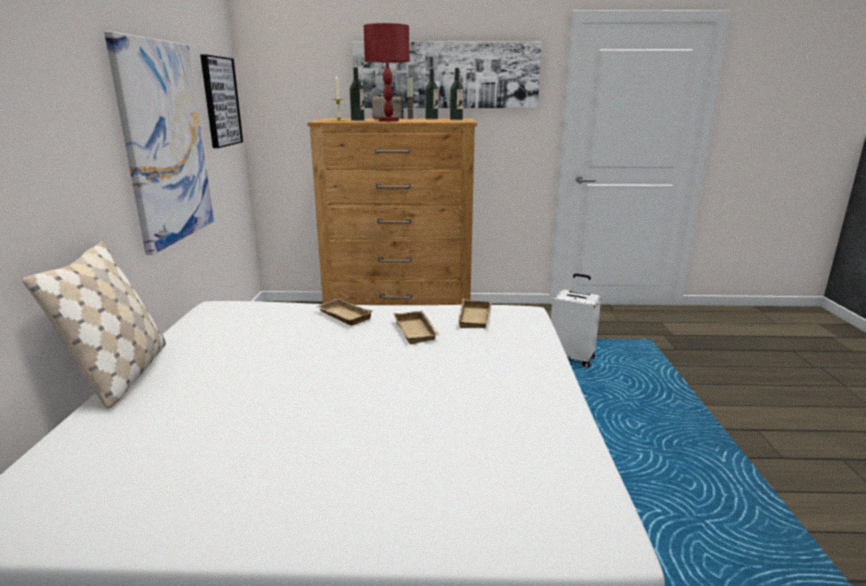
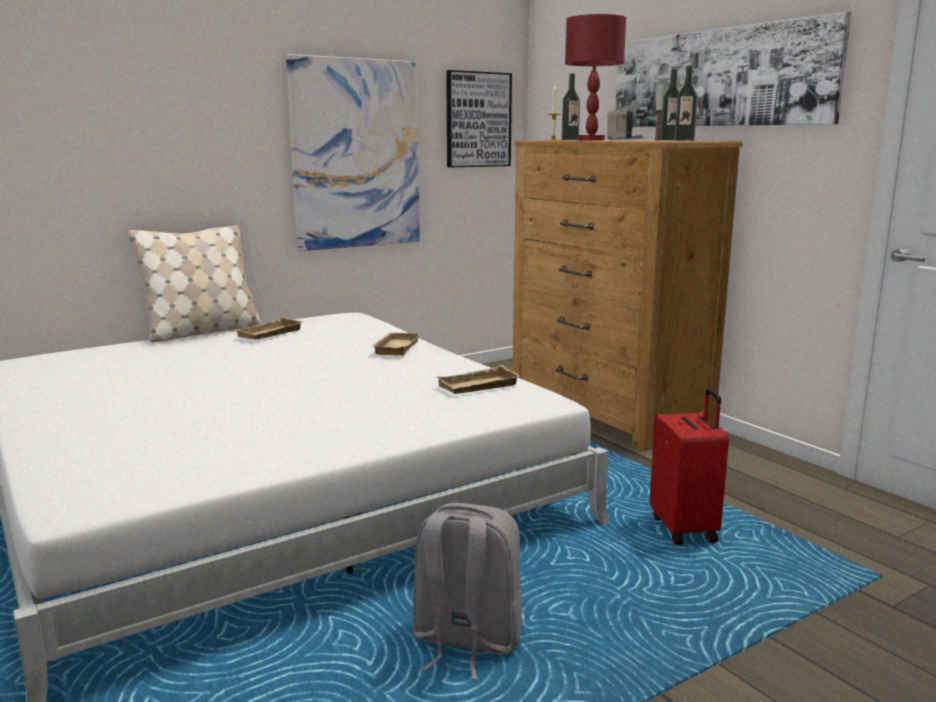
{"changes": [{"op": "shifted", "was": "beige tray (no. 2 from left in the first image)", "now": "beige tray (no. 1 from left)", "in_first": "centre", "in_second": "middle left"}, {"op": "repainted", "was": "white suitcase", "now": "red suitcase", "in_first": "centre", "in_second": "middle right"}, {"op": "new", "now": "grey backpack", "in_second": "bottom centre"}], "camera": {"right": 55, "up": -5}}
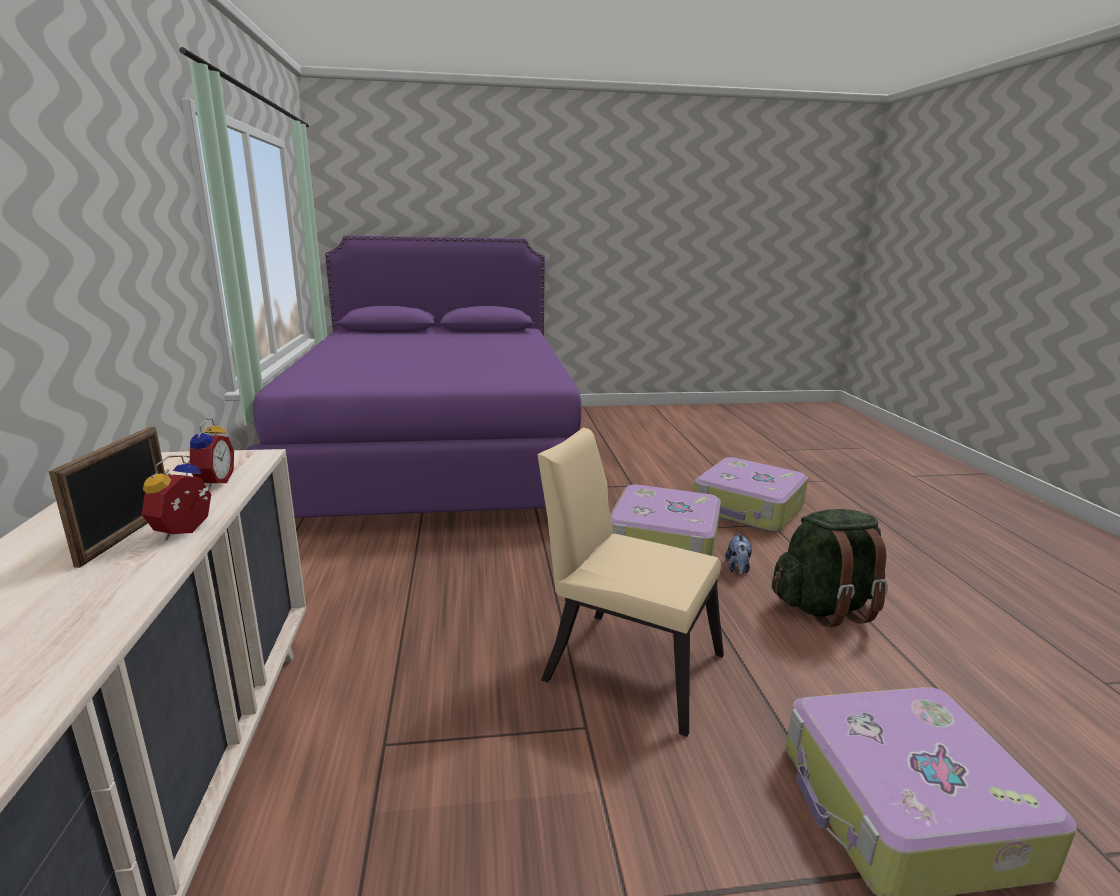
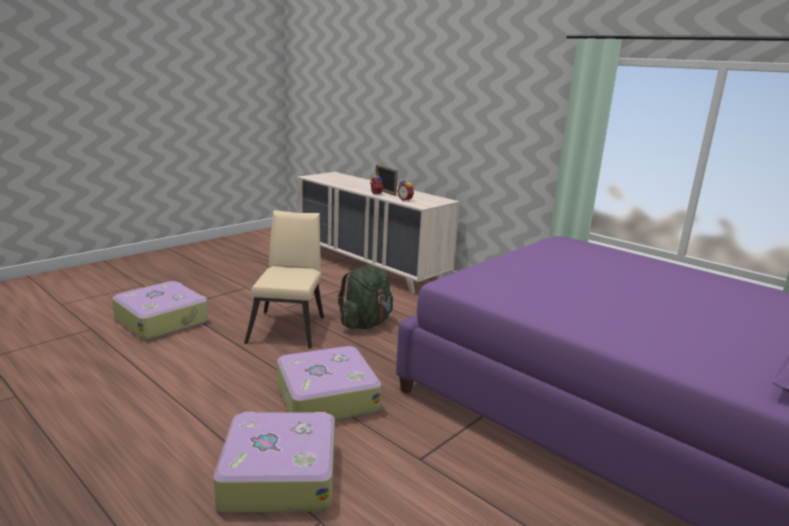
{"changes": [{"op": "rotated", "was": "beige chair", "in_first": "centre", "in_second": "centre", "clockwise": -75}, {"op": "gone", "was": "plush toy", "in_first": "centre"}, {"op": "shifted", "was": "green backpack", "in_first": "middle right", "in_second": "centre"}], "camera": {"right": 140, "up": 0}}
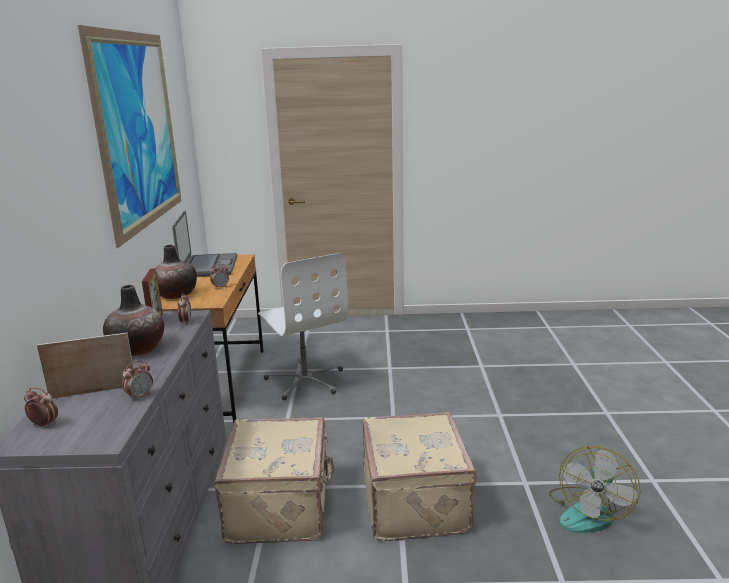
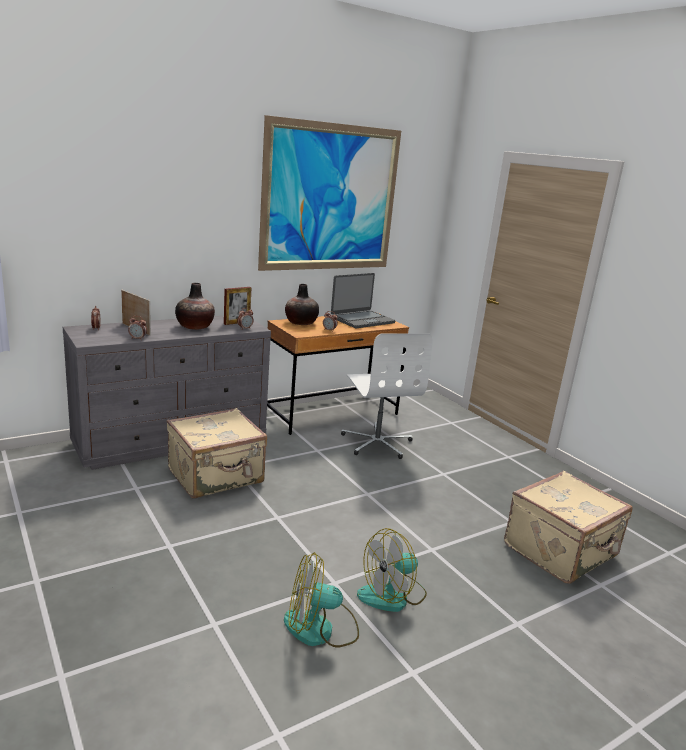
{"changes": [{"op": "rotated", "was": "white office chair", "in_first": "centre", "in_second": "centre", "clockwise": -45}, {"op": "shifted", "was": "beige suitcase (no. 2 from left)", "in_first": "bottom centre", "in_second": "bottom right"}, {"op": "new", "now": "fan (no. 2 from left)", "in_second": "bottom centre"}], "camera": {"right": 55, "up": 0}}
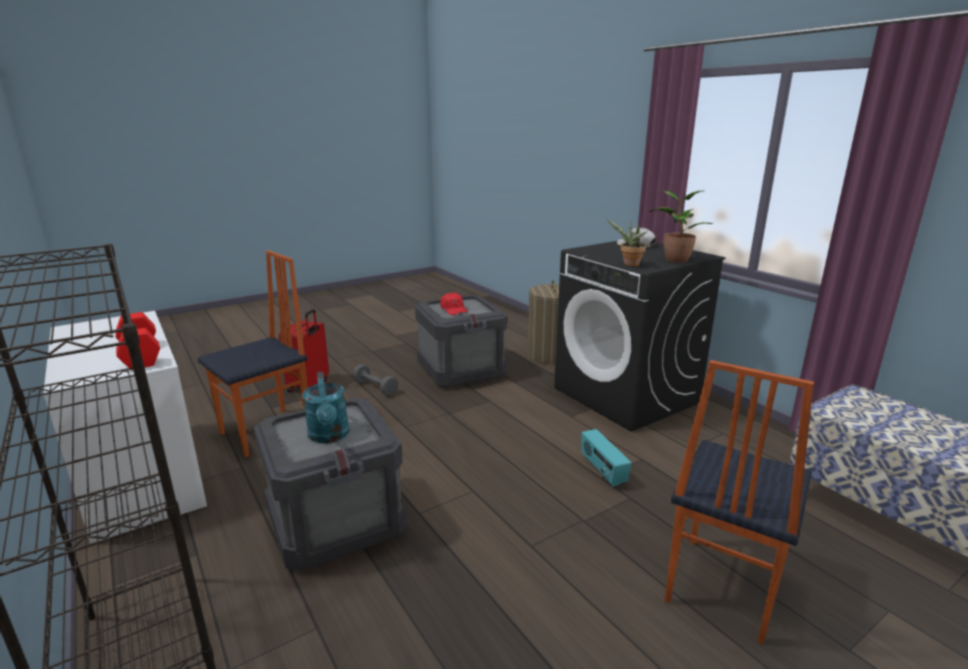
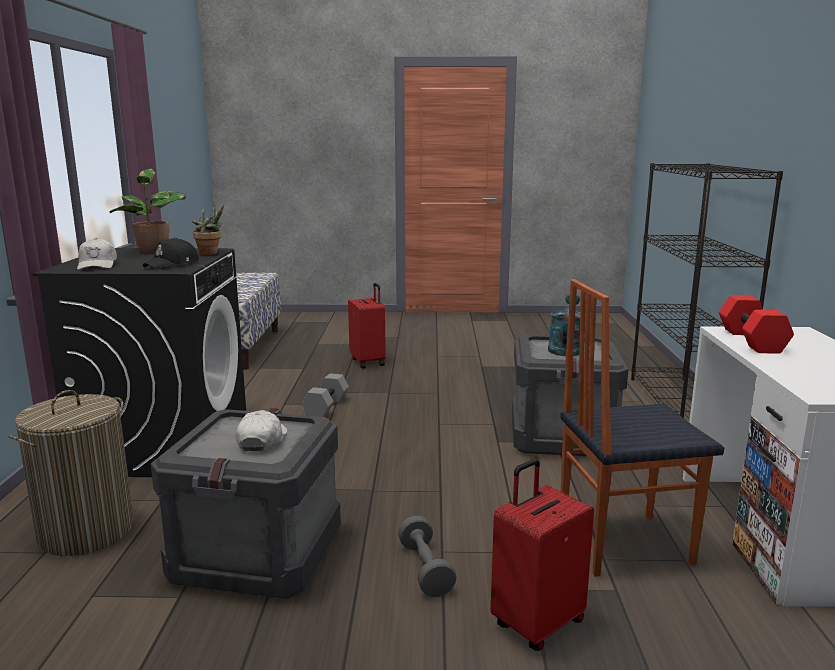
{"changes": [{"op": "repainted", "was": "red cap", "now": "white cap (no. 2 from left)", "in_first": "centre", "in_second": "middle left"}, {"op": "swapped", "was": "radio", "now": "grey dumbbell (no. 1 from left)", "in_first": "bottom centre", "in_second": "centre"}, {"op": "swapped", "was": "chair (no. 2 from left)", "now": "red suitcase (no. 1 from left)", "in_first": "bottom right", "in_second": "centre"}, {"op": "new", "now": "black cap", "in_second": "middle left"}], "camera": {"right": -145, "up": -5}}
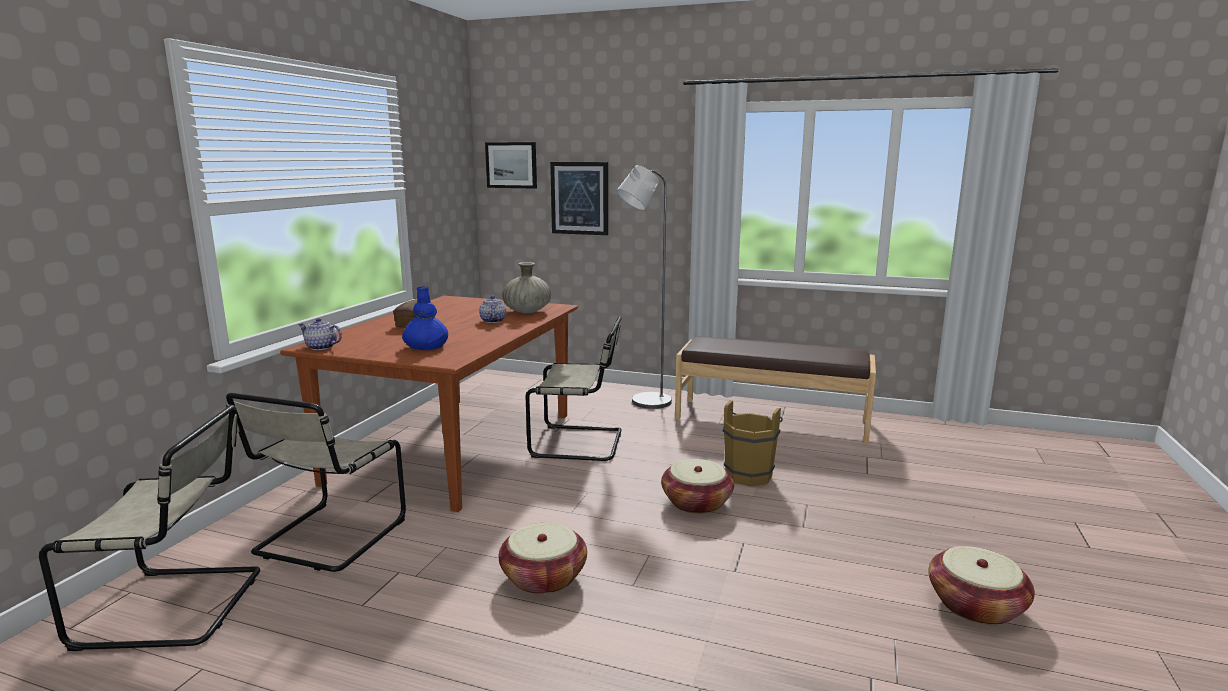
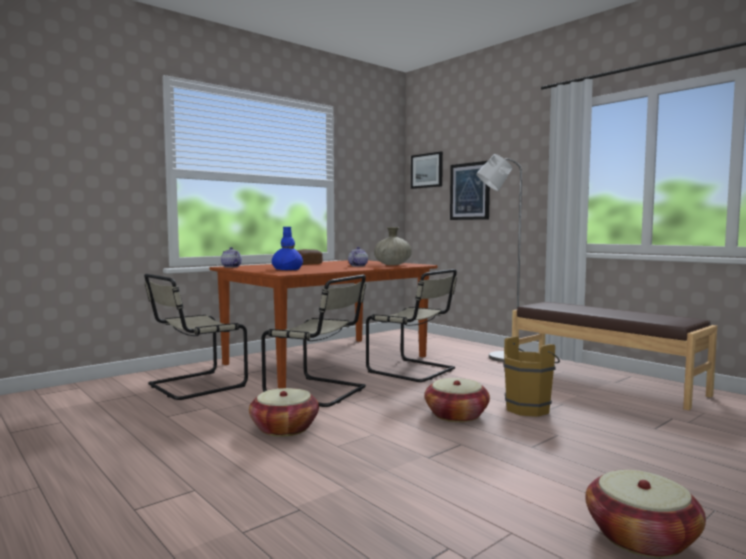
{"changes": [{"op": "shifted", "was": "beige chair (no. 1 from left in the first image)", "now": "beige chair (no. 2 from left)", "in_first": "bottom left", "in_second": "centre"}], "camera": {"right": 30, "up": -10}}
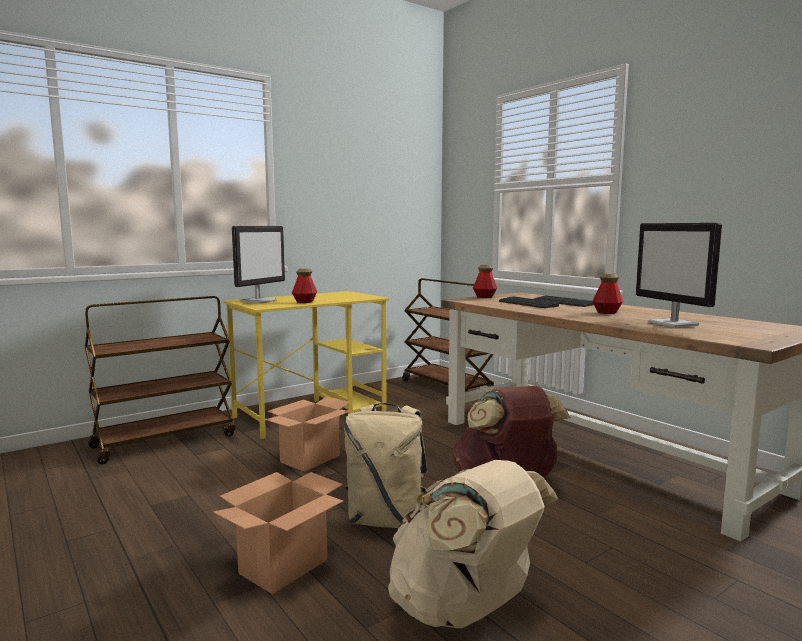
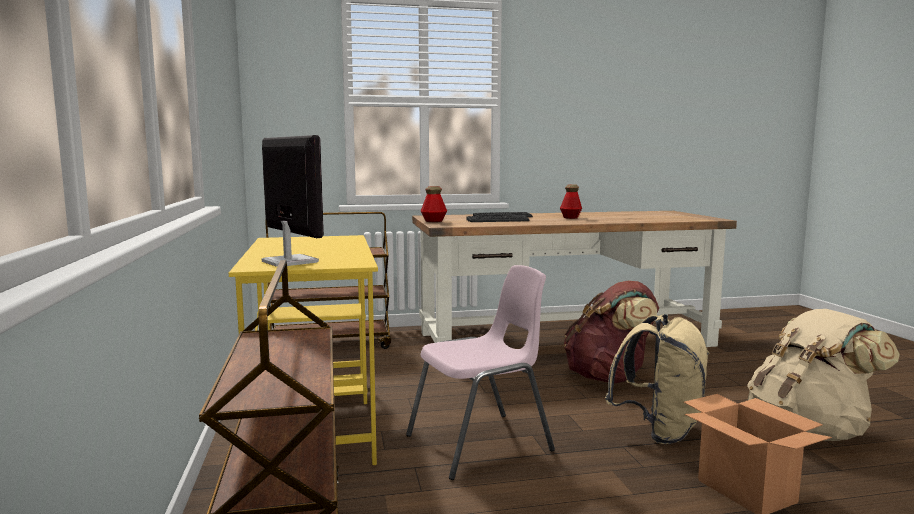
{"changes": [{"op": "swapped", "was": "cardboard box (no. 2 from left)", "now": "pink chair", "in_first": "bottom centre", "in_second": "bottom centre"}, {"op": "gone", "was": "bottle (no. 1 from left)", "in_first": "centre"}, {"op": "gone", "was": "monitor (no. 2 from left)", "in_first": "middle right"}], "camera": {"right": -65, "up": 0}}
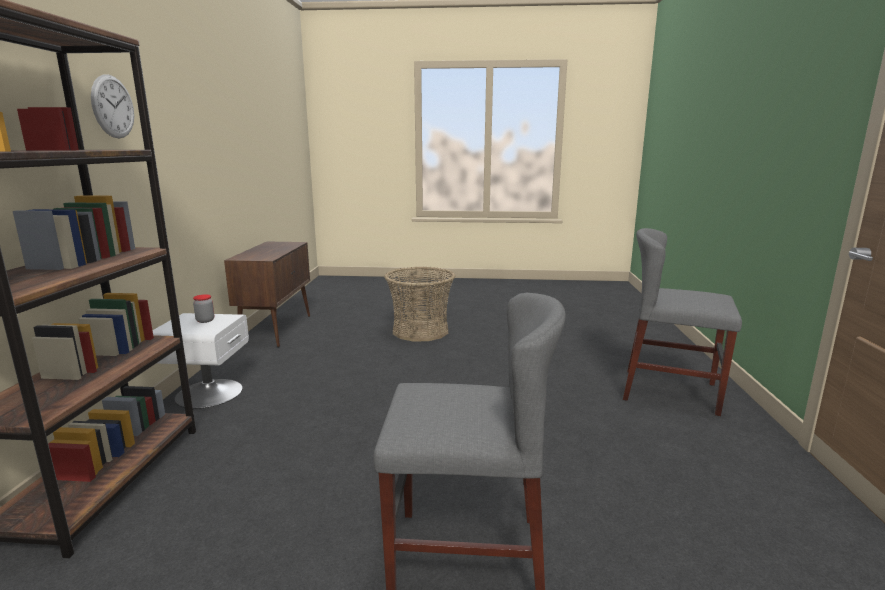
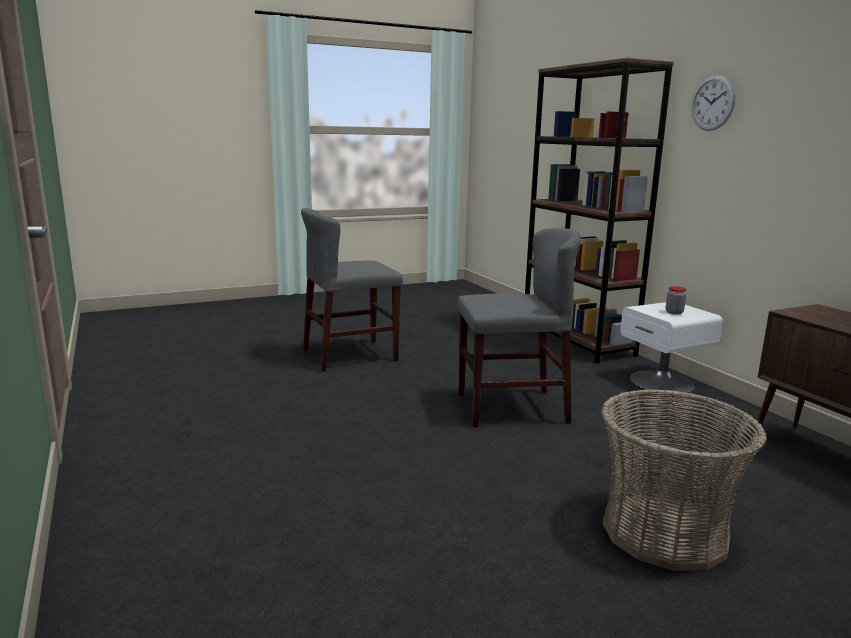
{"changes": [{"op": "shifted", "was": "grey chair (no. 2 from left)", "in_first": "middle right", "in_second": "centre"}], "camera": {"right": 150, "up": 0}}
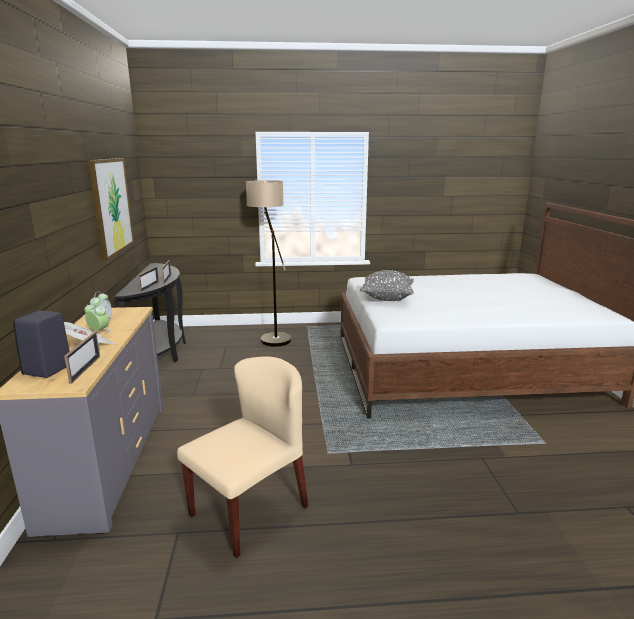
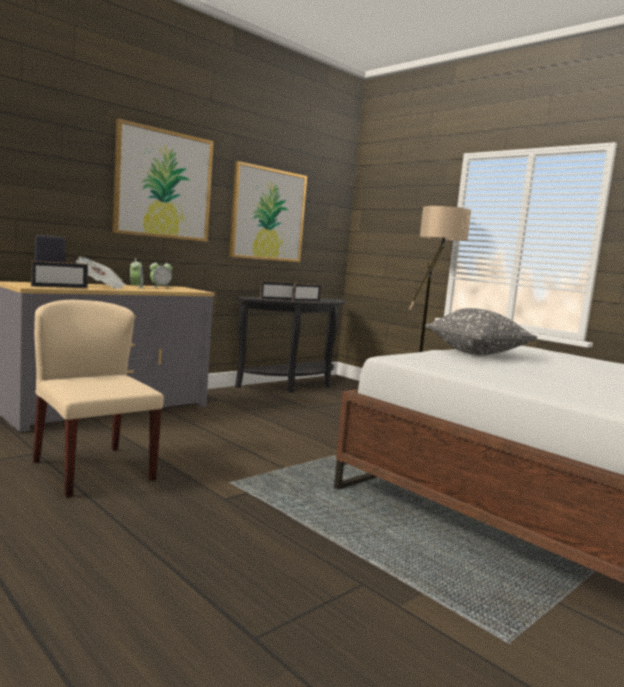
{"changes": [{"op": "rotated", "was": "beige chair", "in_first": "bottom centre", "in_second": "middle left", "clockwise": -135}, {"op": "new", "now": "picture (no. 1 from left)", "in_second": "top left"}], "camera": {"right": 50, "up": -10}}
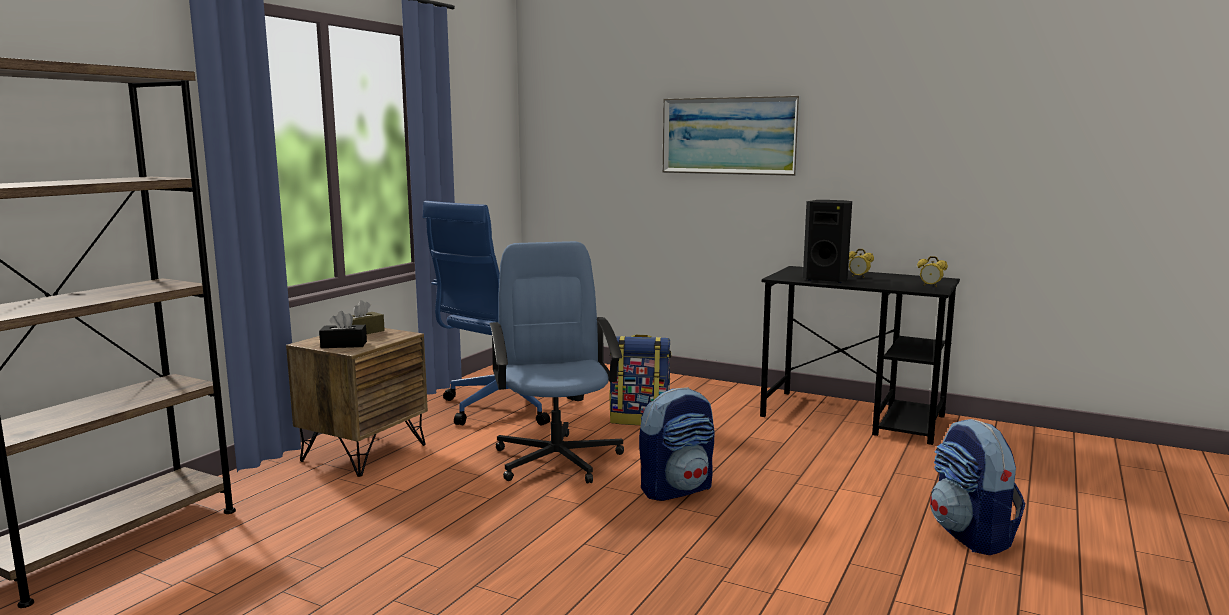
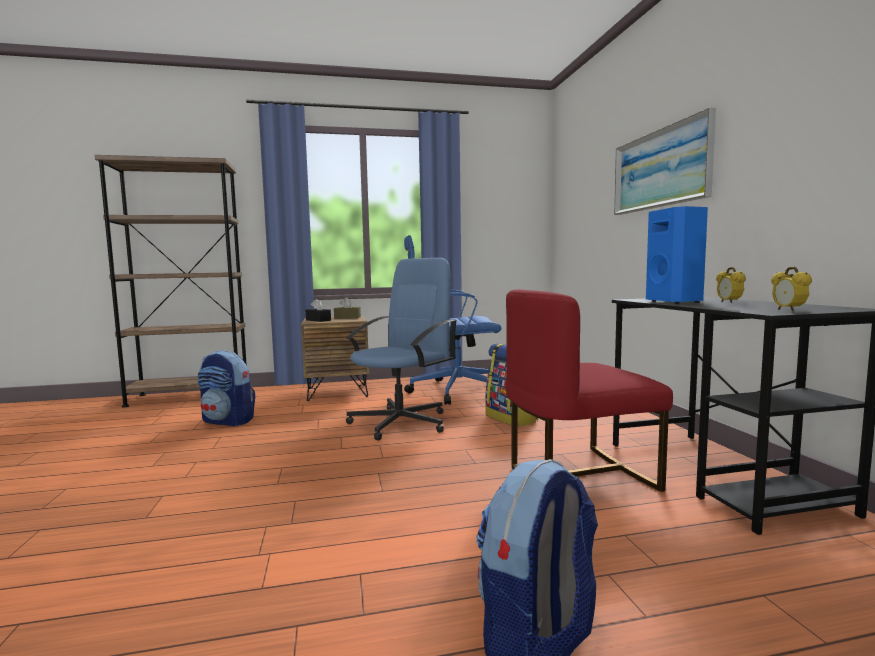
{"changes": [{"op": "shifted", "was": "backpack (no. 2 from left in the first image)", "now": "backpack (no. 1 from left)", "in_first": "bottom centre", "in_second": "middle left"}, {"op": "repainted", "was": "black speaker", "now": "blue speaker", "in_first": "middle right", "in_second": "middle right"}, {"op": "new", "now": "red chair", "in_second": "middle right"}], "camera": {"right": 50, "up": -5}}
